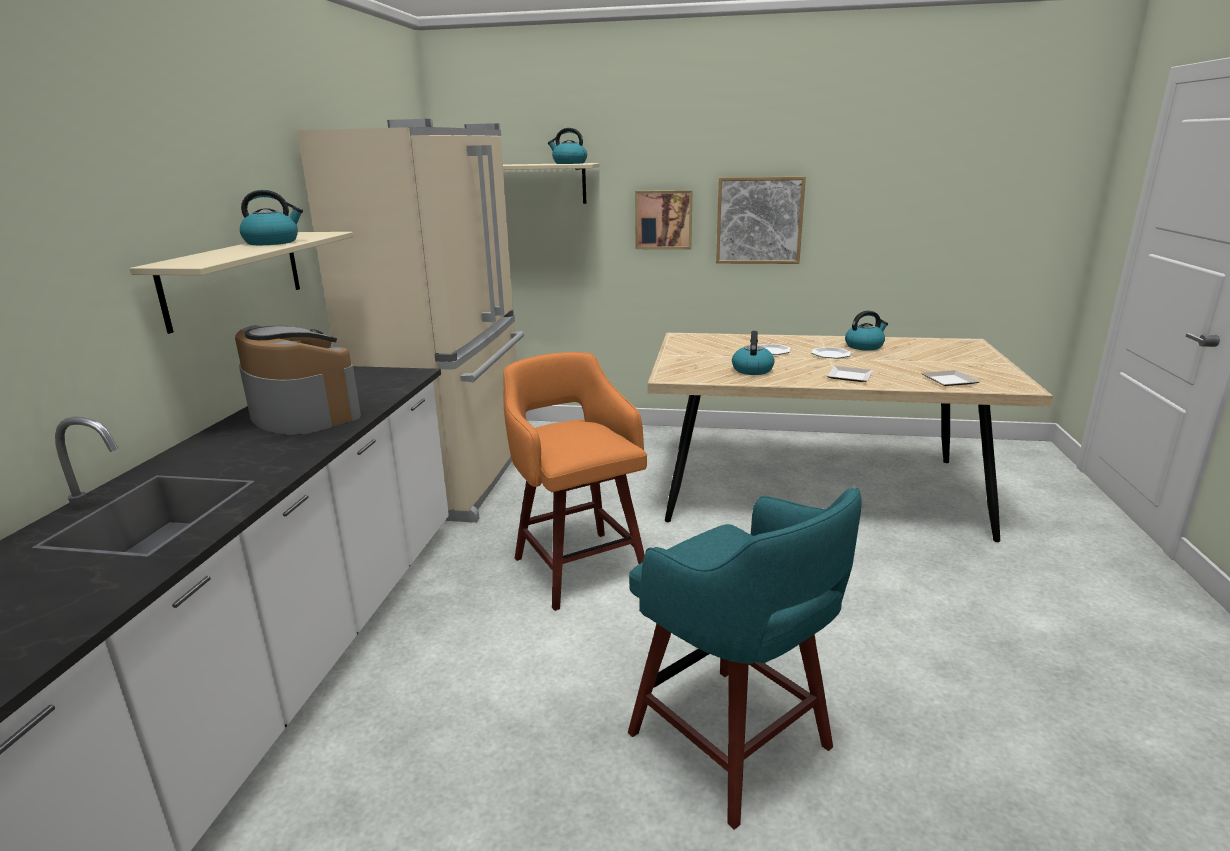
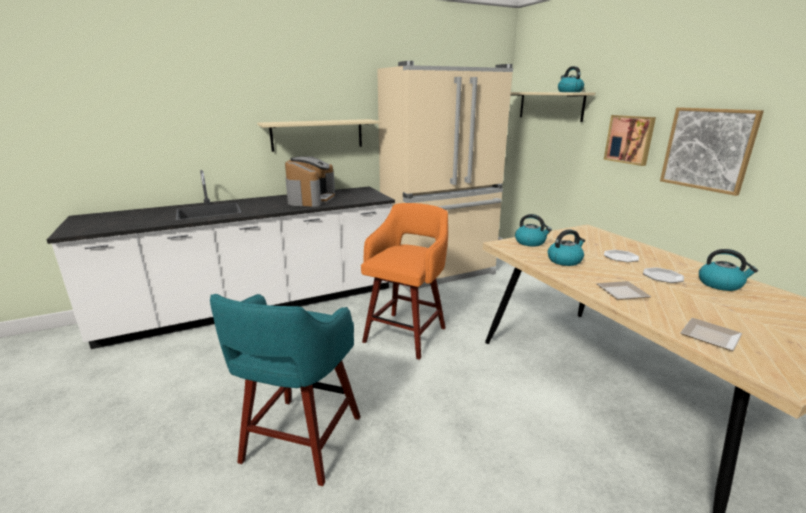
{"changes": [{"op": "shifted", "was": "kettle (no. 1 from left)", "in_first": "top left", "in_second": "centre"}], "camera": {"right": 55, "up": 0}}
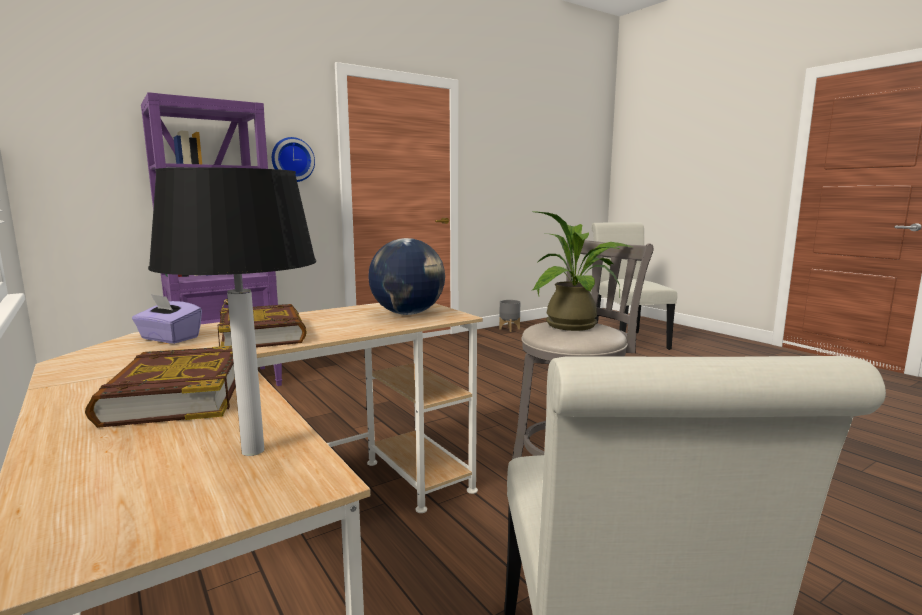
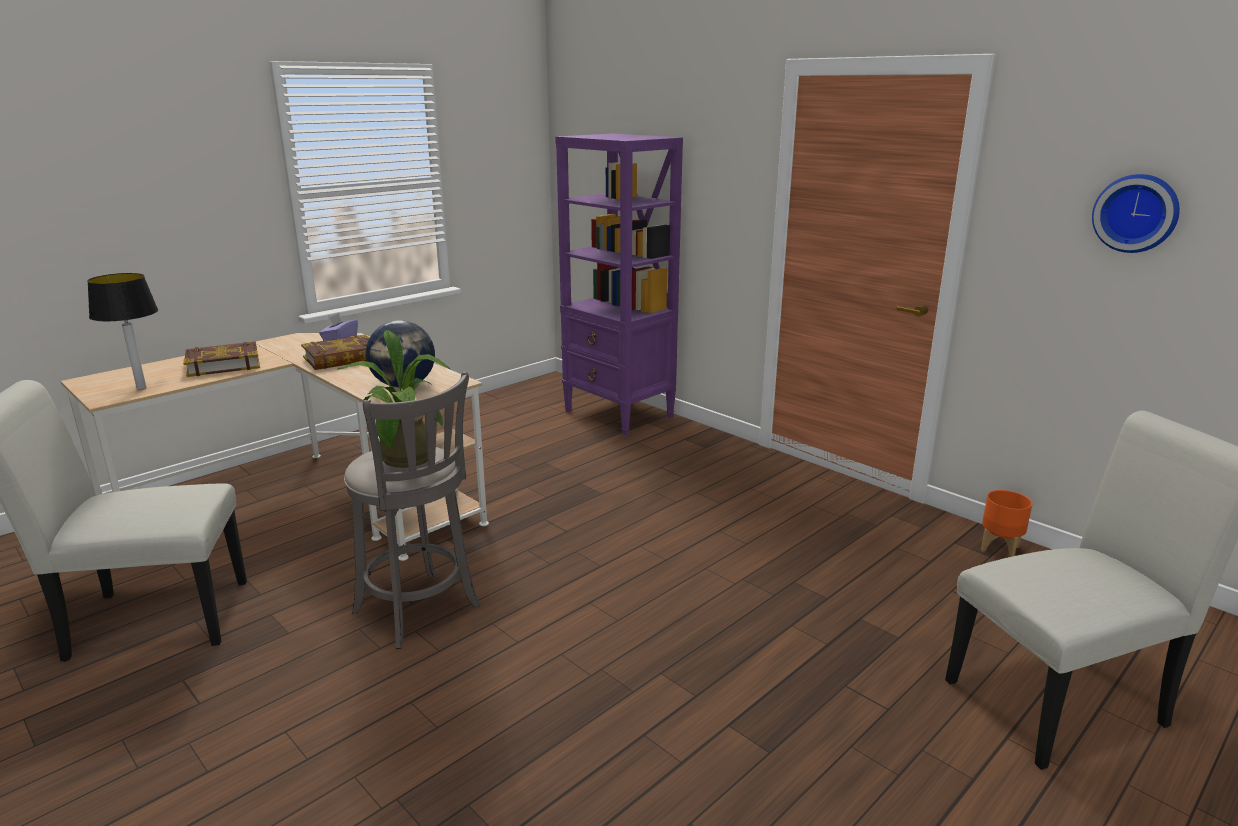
{"changes": [{"op": "shifted", "was": "wall clock", "in_first": "top left", "in_second": "top right"}, {"op": "repainted", "was": "grey planter", "now": "orange planter", "in_first": "centre", "in_second": "middle right"}], "camera": {"right": 80, "up": 10}}
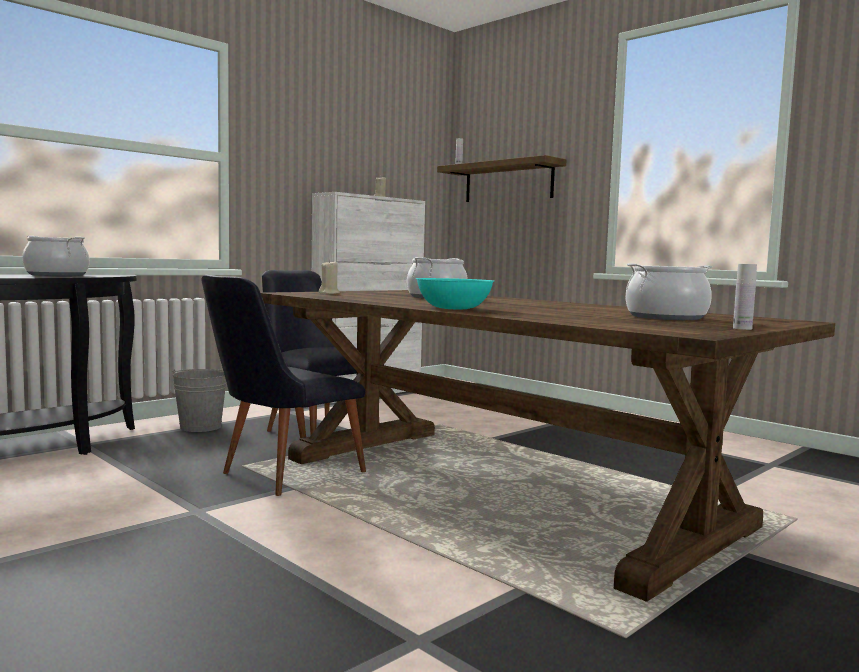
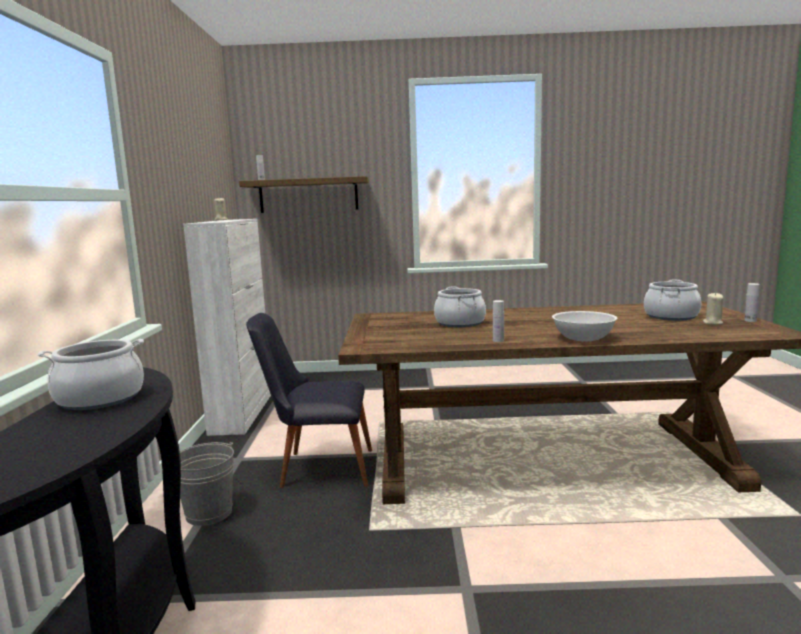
{"changes": [{"op": "gone", "was": "black chair (no. 1 from left)", "in_first": "middle left"}, {"op": "shifted", "was": "beige candle (no. 1 from left in the first image)", "now": "beige candle (no. 2 from left)", "in_first": "centre", "in_second": "middle right"}, {"op": "repainted", "was": "turquoise bowl", "now": "white bowl", "in_first": "centre", "in_second": "middle right"}, {"op": "new", "now": "white bottle (no. 2 from left)", "in_second": "centre"}], "camera": {"right": -45, "up": 5}}
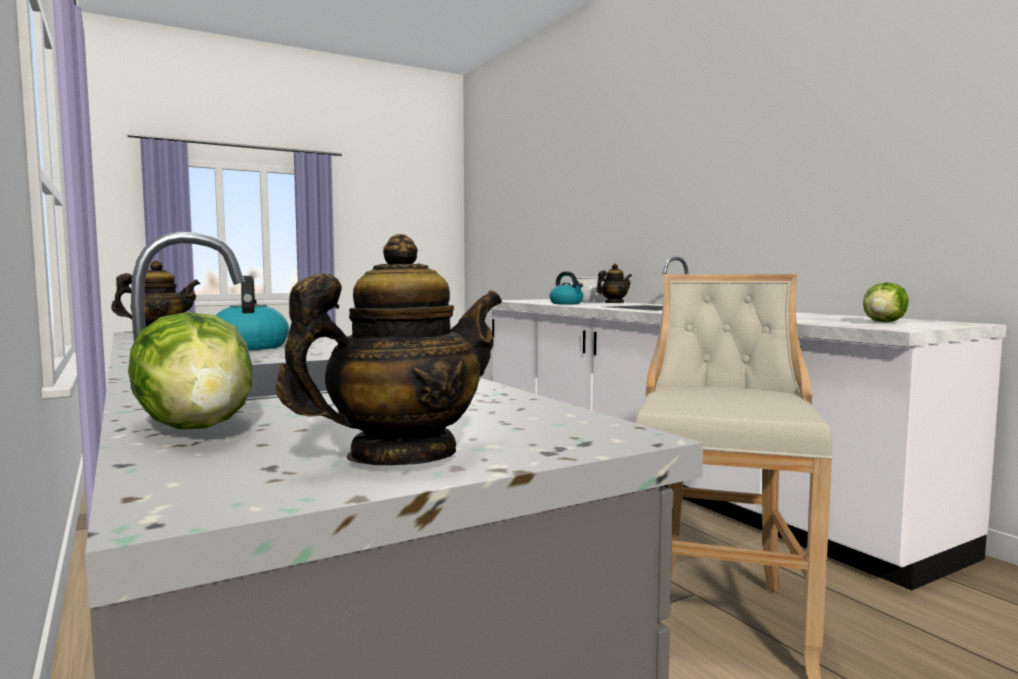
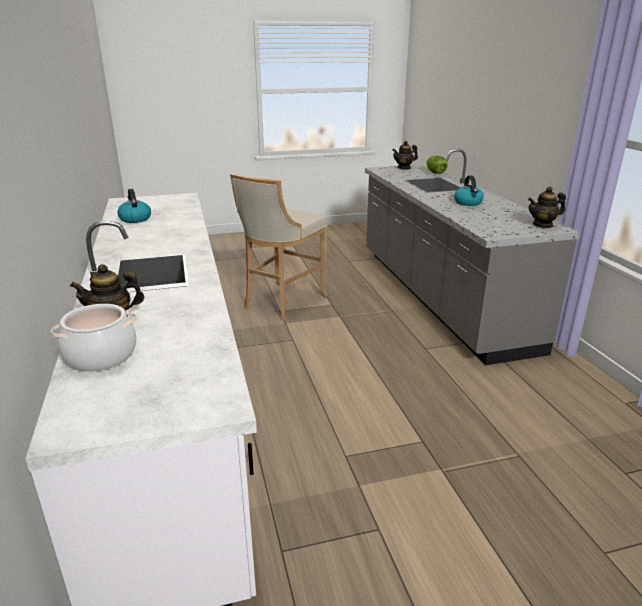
{"changes": [{"op": "shifted", "was": "kettle (no. 2 from left in the first image)", "now": "kettle (no. 1 from left)", "in_first": "centre", "in_second": "middle left"}, {"op": "gone", "was": "lettuce (no. 2 from left)", "in_first": "middle right"}], "camera": {"right": -165, "up": 20}}
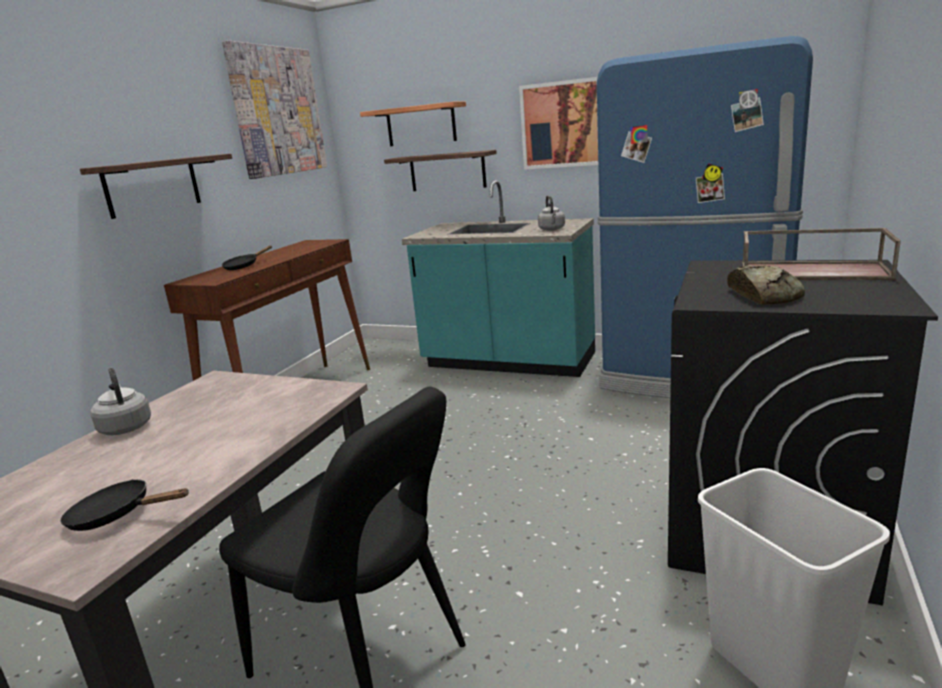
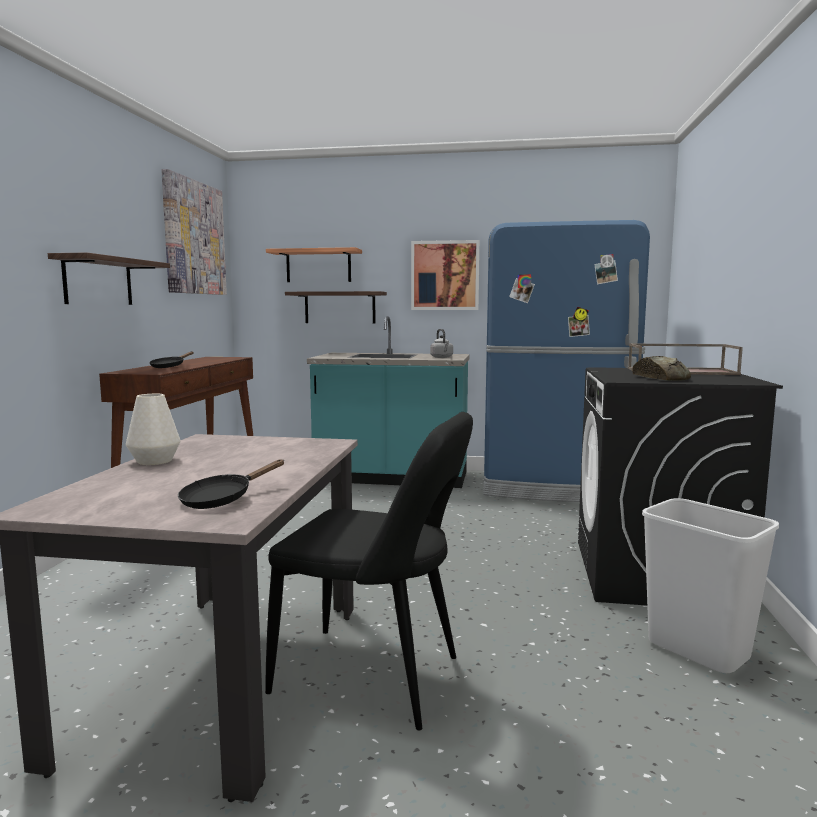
{"changes": [{"op": "rotated", "was": "black frying pan (no. 1 from left in the first image)", "in_first": "bottom left", "in_second": "middle left", "clockwise": -45}, {"op": "swapped", "was": "grey kettle (no. 1 from left)", "now": "white vase", "in_first": "middle left", "in_second": "middle left"}], "camera": {"right": -15, "up": -10}}
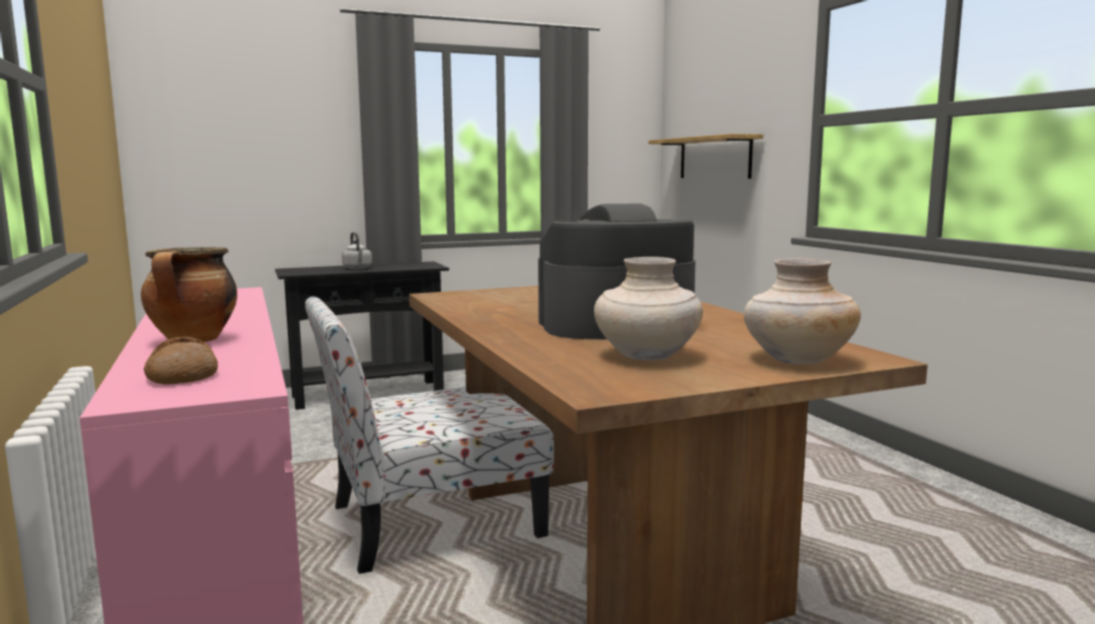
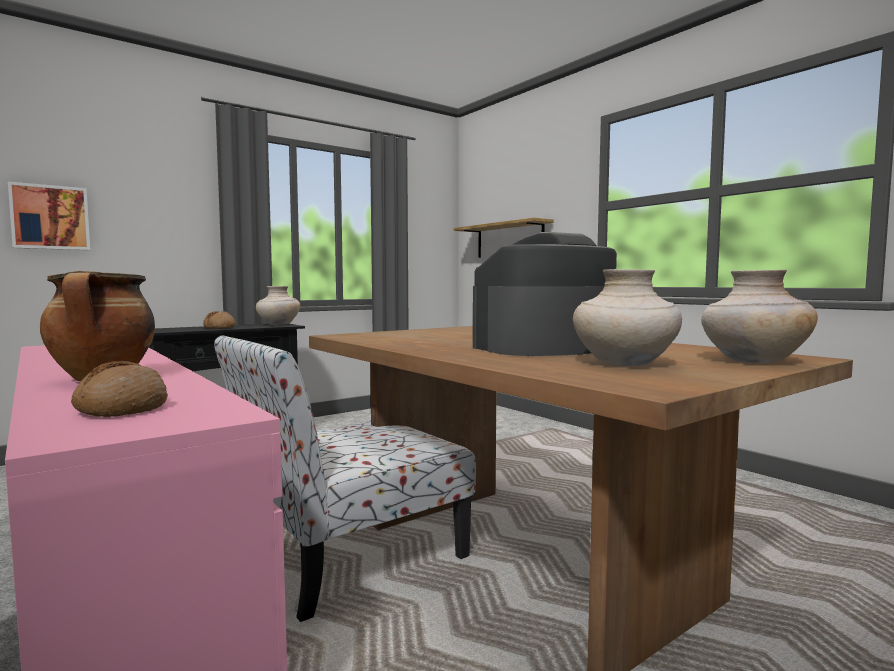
{"changes": [{"op": "swapped", "was": "grey kettle", "now": "bread (no. 2 from left)", "in_first": "middle left", "in_second": "middle left"}, {"op": "new", "now": "picture", "in_second": "top left"}, {"op": "new", "now": "beige vase (no. 1 from left)", "in_second": "middle left"}], "camera": {"right": -15, "up": -5}}
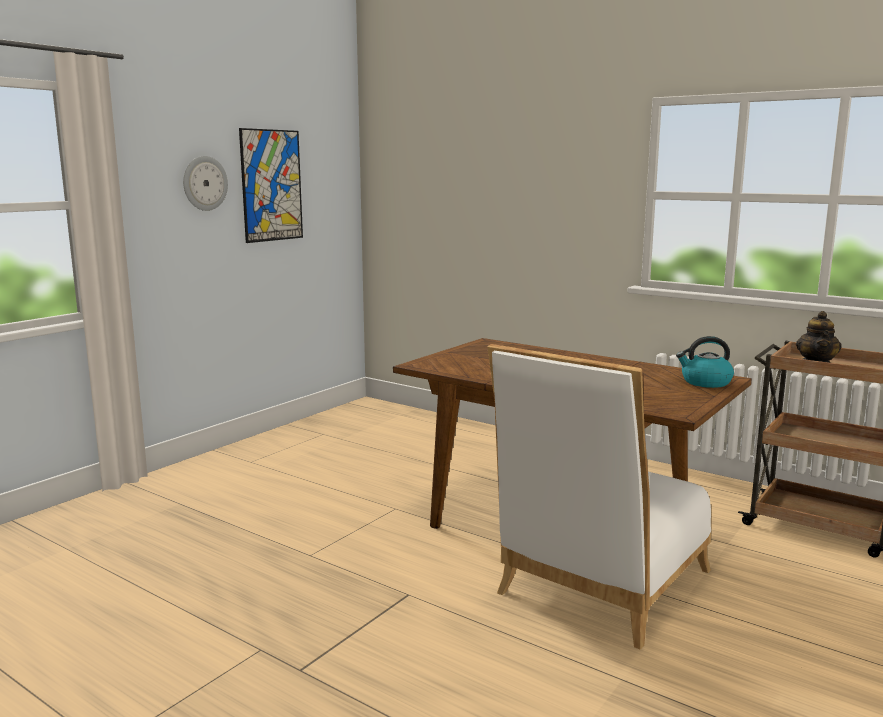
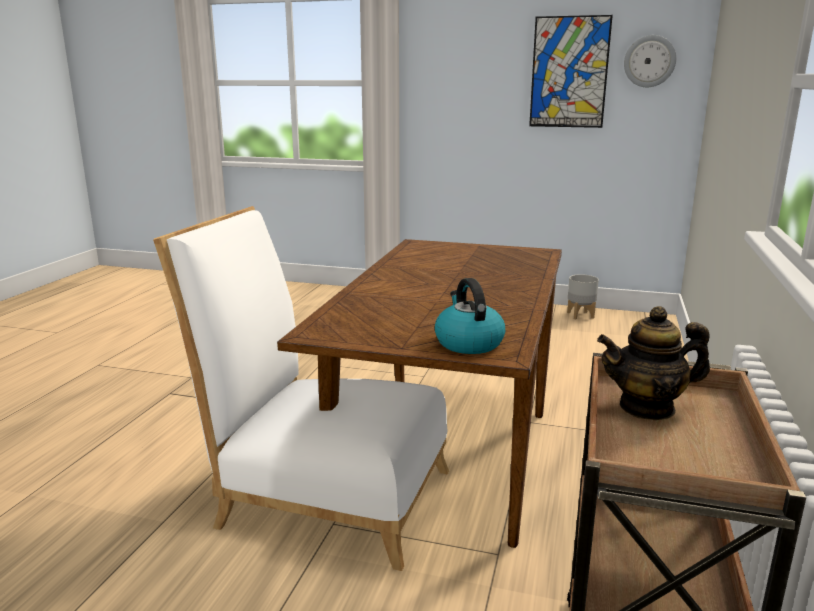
{"changes": [{"op": "shifted", "was": "wall clock", "in_first": "top left", "in_second": "top right"}, {"op": "new", "now": "grey planter", "in_second": "middle right"}], "camera": {"right": 70, "up": 5}}
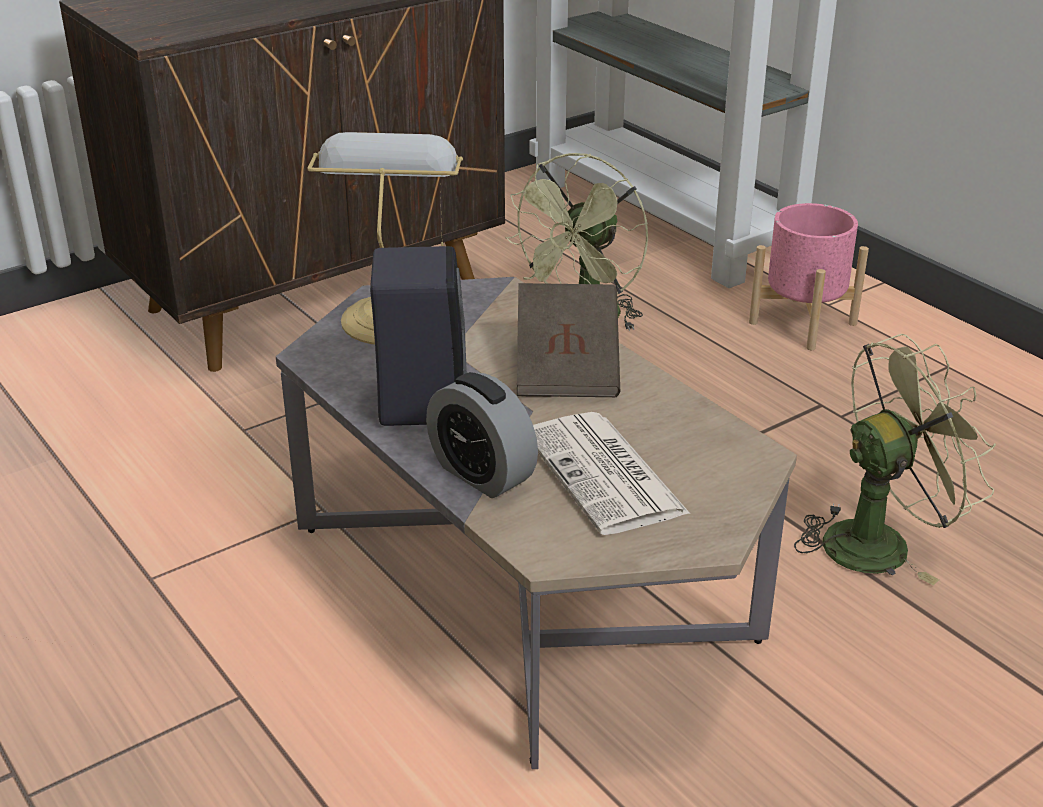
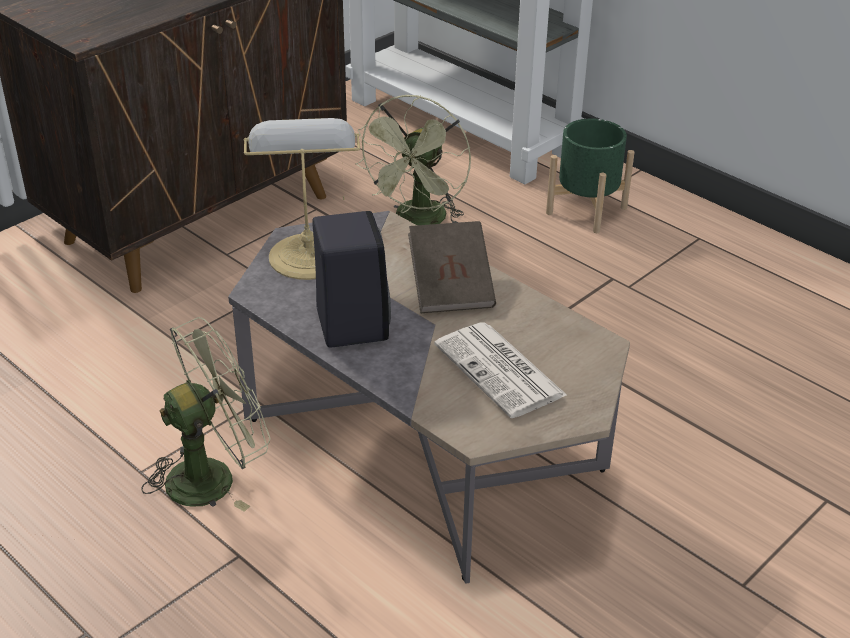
{"changes": [{"op": "gone", "was": "alarm clock", "in_first": "centre"}, {"op": "repainted", "was": "pink planter", "now": "green planter", "in_first": "middle right", "in_second": "top right"}, {"op": "shifted", "was": "green fan (no. 2 from left in the first image)", "now": "green fan (no. 1 from left)", "in_first": "middle right", "in_second": "middle left"}], "camera": {"right": -10, "up": 5}}
